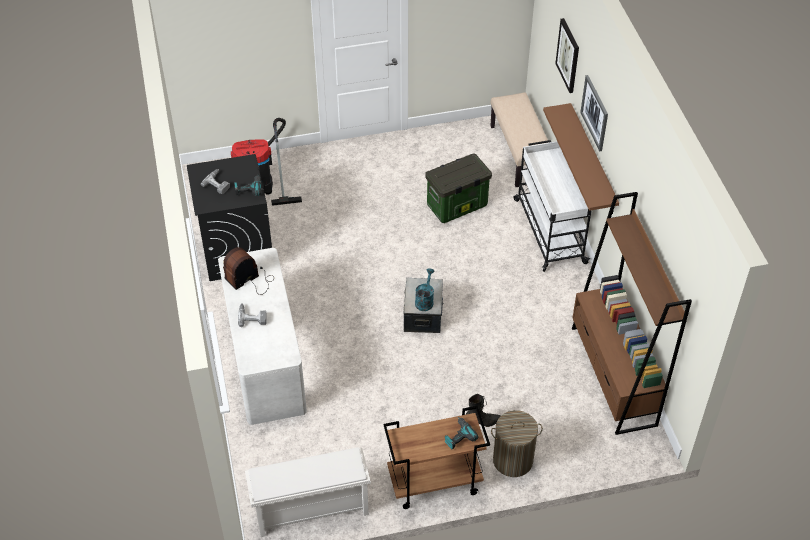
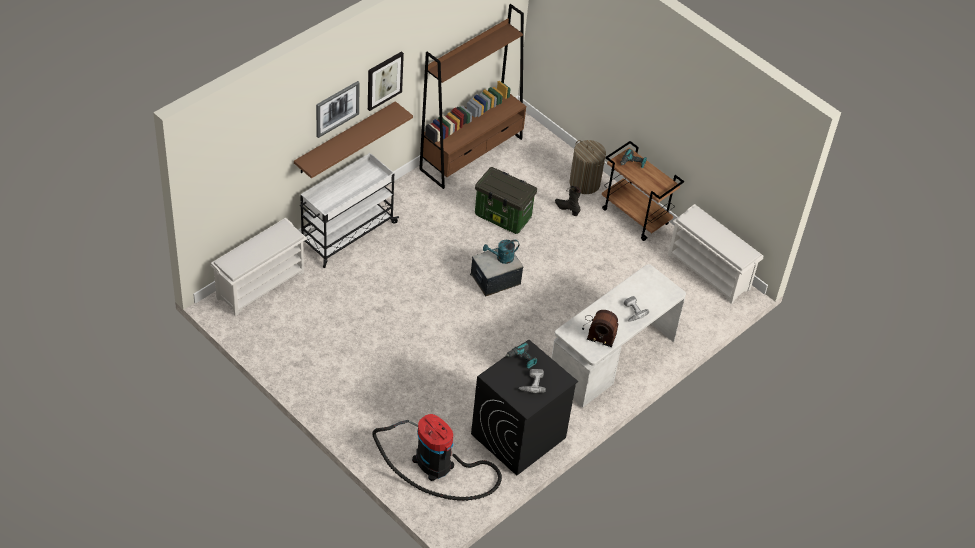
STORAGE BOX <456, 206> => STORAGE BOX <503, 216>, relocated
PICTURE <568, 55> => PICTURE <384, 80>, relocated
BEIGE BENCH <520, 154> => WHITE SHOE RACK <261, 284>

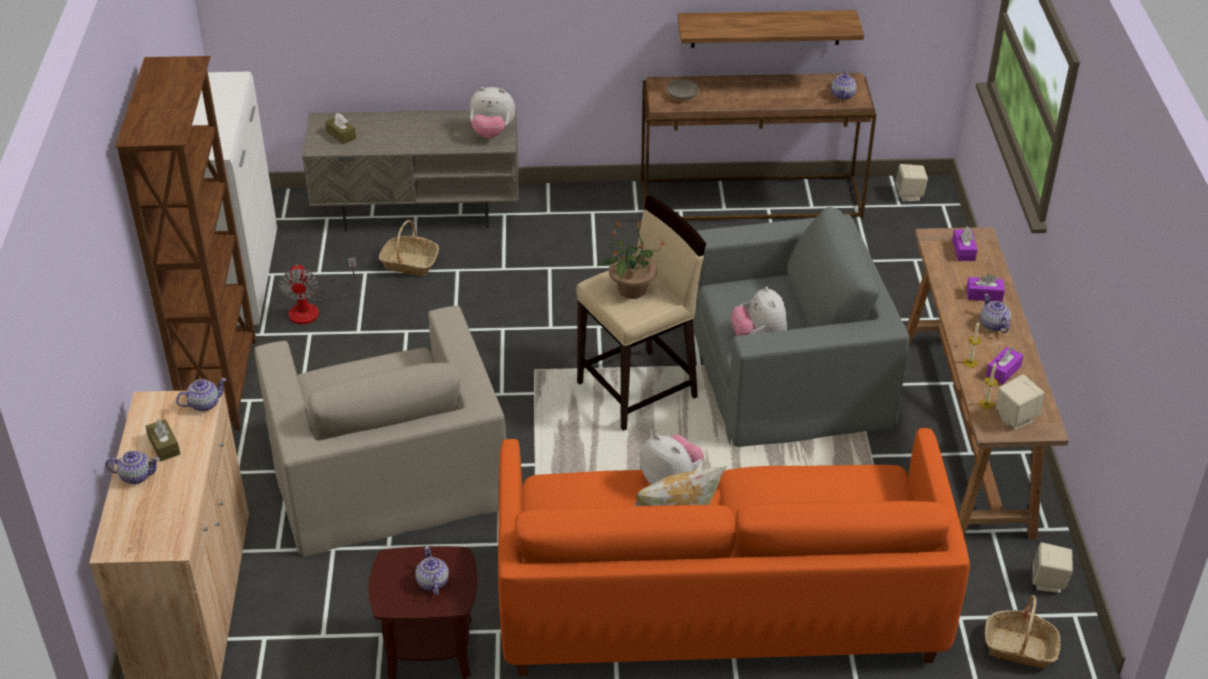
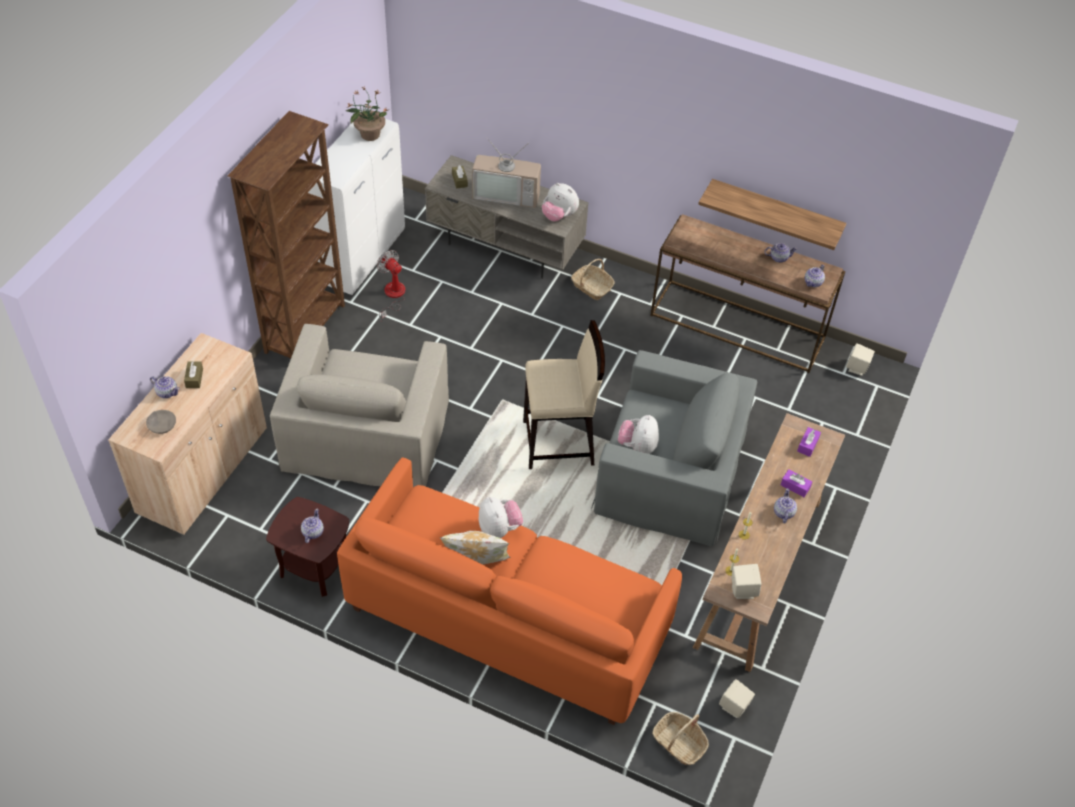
PURPLE TISSUE BOX <1003, 371> => nothing
nothing => TELEVISION <507, 193>
TEAPOT <204, 404> => TEAPOT <778, 257>, relocated
BASKET <409, 263> => BASKET <591, 287>, relocated
POTTED PLANT <631, 290> => POTTED PLANT <369, 134>, relocated
GREY BOWL <682, 94> => GREY BOWL <162, 425>, relocated
FAN <313, 309> => FAN <392, 296>, 120 degrees clockwise

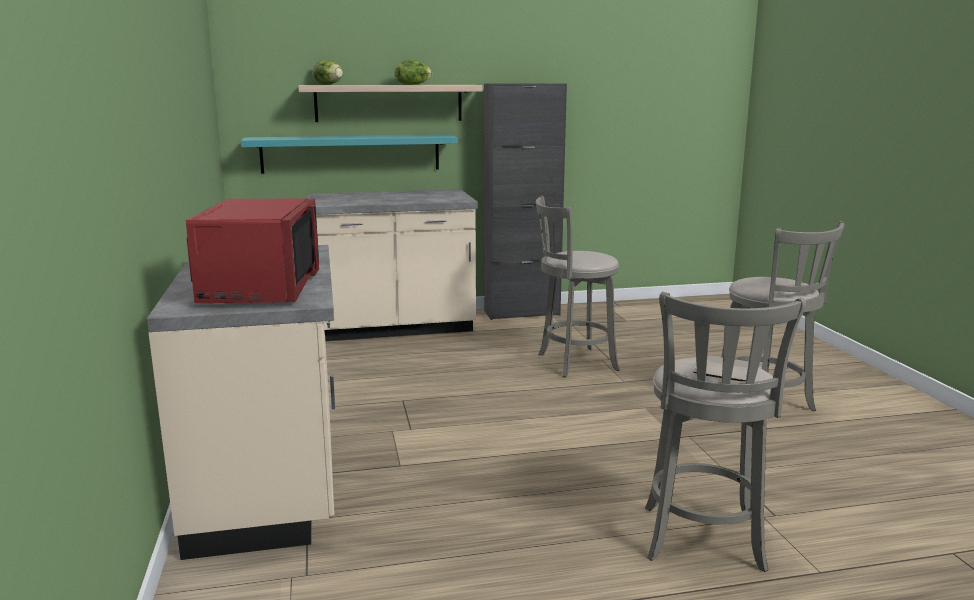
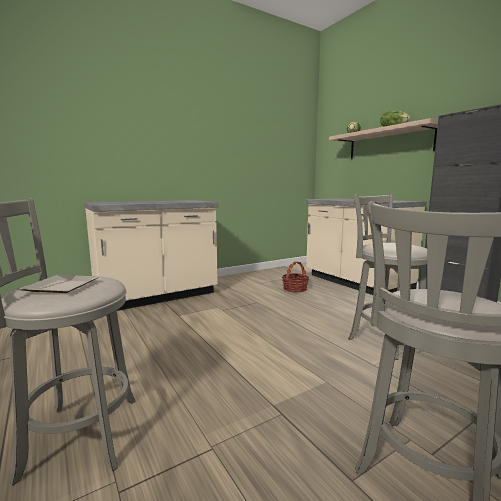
RED MICROWAVE <259, 289> => nothing
TURQUOISE SHELF <351, 153> => nothing
nothing => BASKET <295, 289>

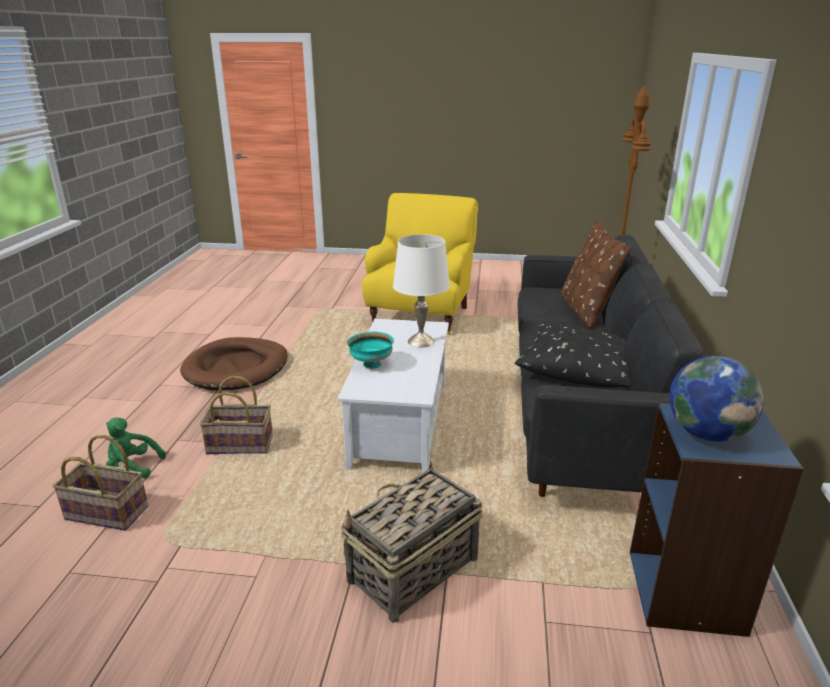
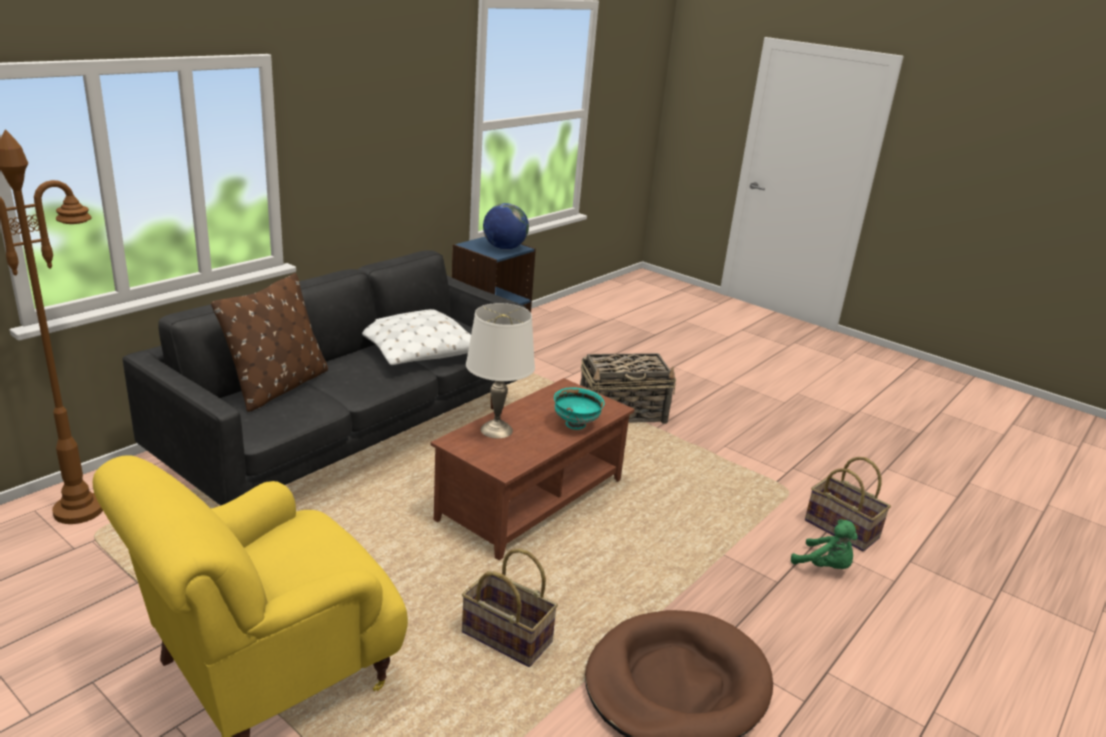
BASKET <240, 444> => BASKET <505, 638>, relocated
WHITE COFFEE TABLE <401, 423> => BROWN COFFEE TABLE <530, 499>
BLACK PILLOW <578, 367> => WHITE PILLOW <414, 351>

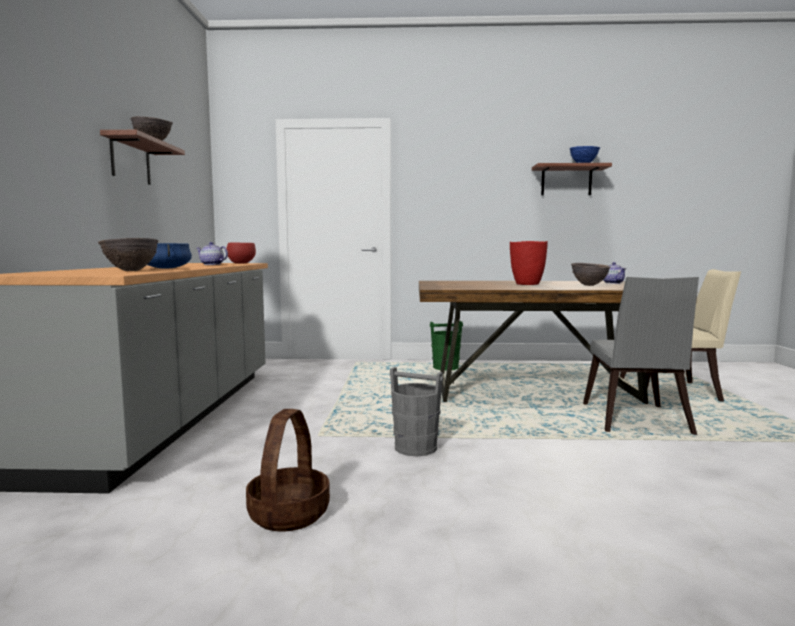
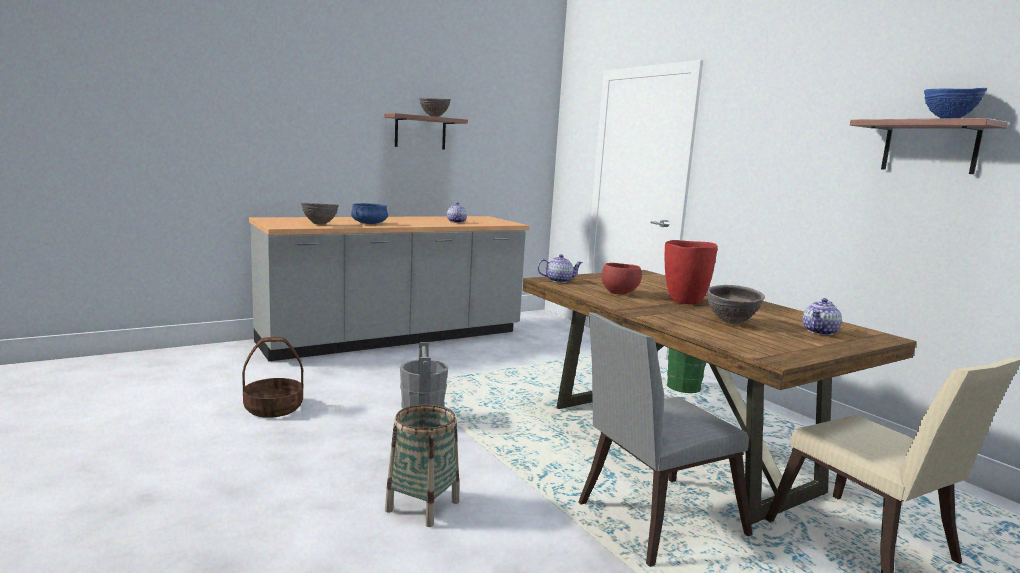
nothing => BASKET <422, 506>
nothing => TEAPOT <559, 280>
RED BOWL <241, 263> => RED BOWL <619, 293>, relocated

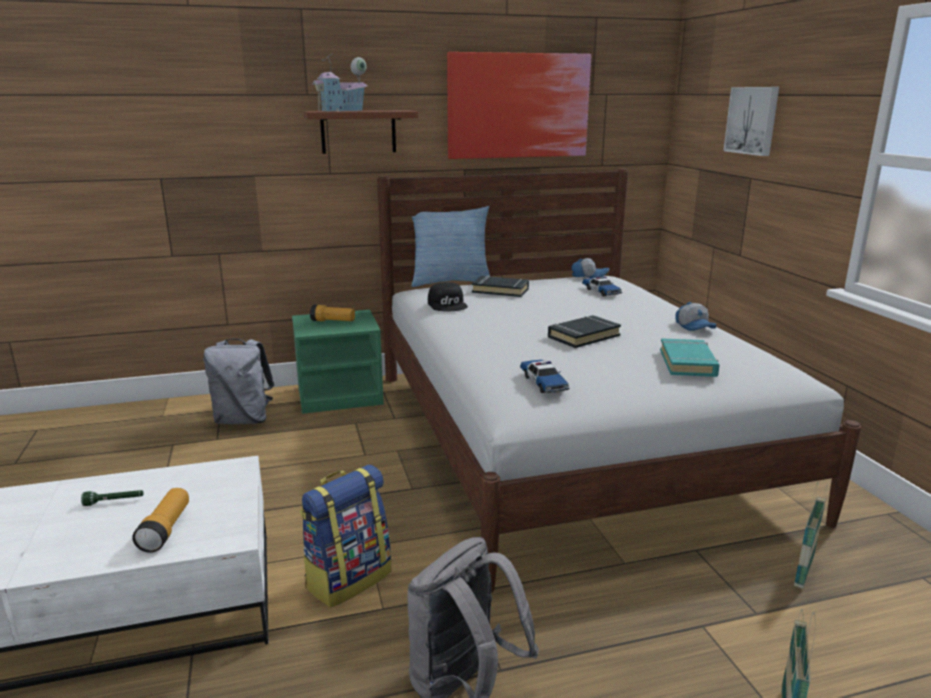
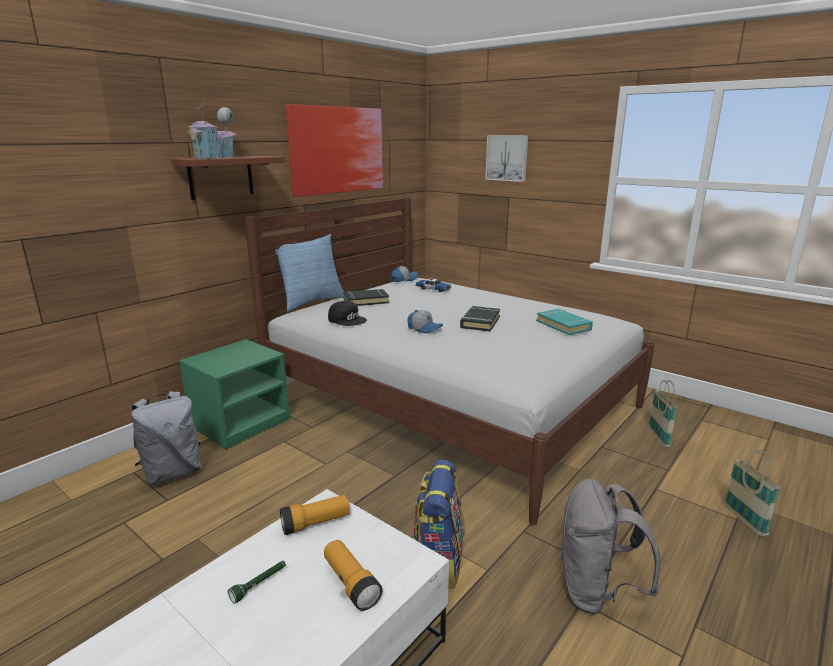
TOY CAR <543, 383> => nothing
FLASHLIGHT <333, 321> => FLASHLIGHT <315, 523>, relocated
CAP <695, 326> => CAP <425, 329>, relocated

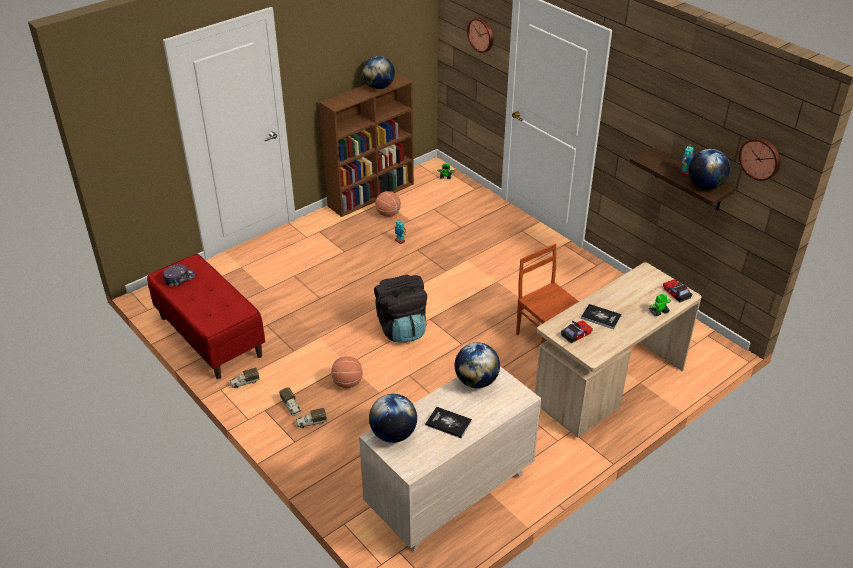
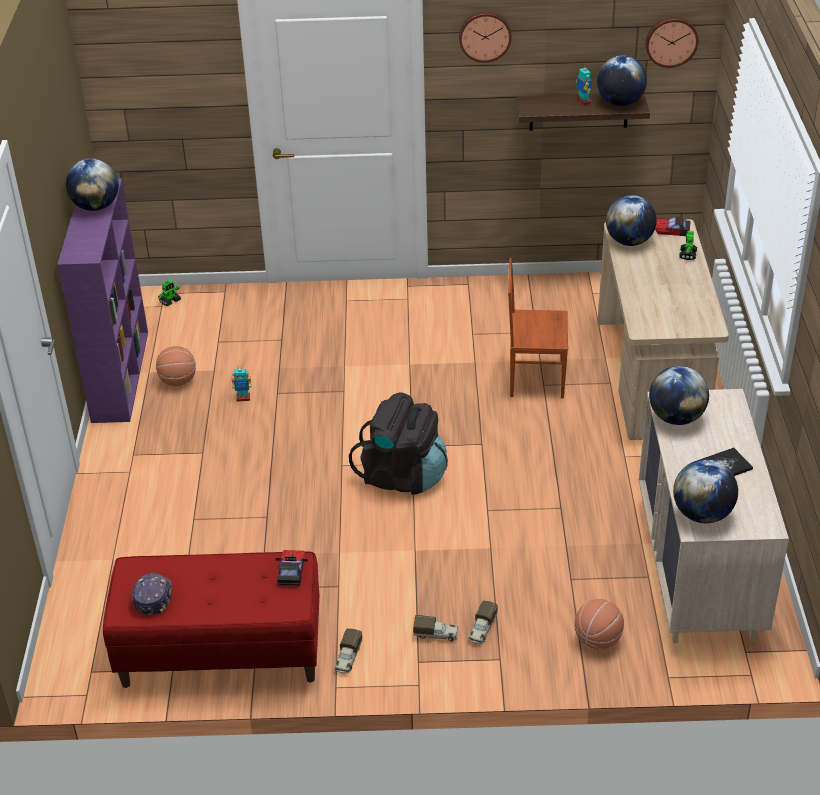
BOOK <601, 317> => nothing
nothing => GLOBE <629, 241>
BASKETBALL <347, 383> => BASKETBALL <597, 640>, relocated
WALL CLOCK <481, 34> => WALL CLOCK <485, 35>, relocated
TOY CAR <576, 334> => TOY CAR <291, 571>, relocated
BROWN BOOKCASE <372, 194> => PURPLE BOOKCASE <120, 374>

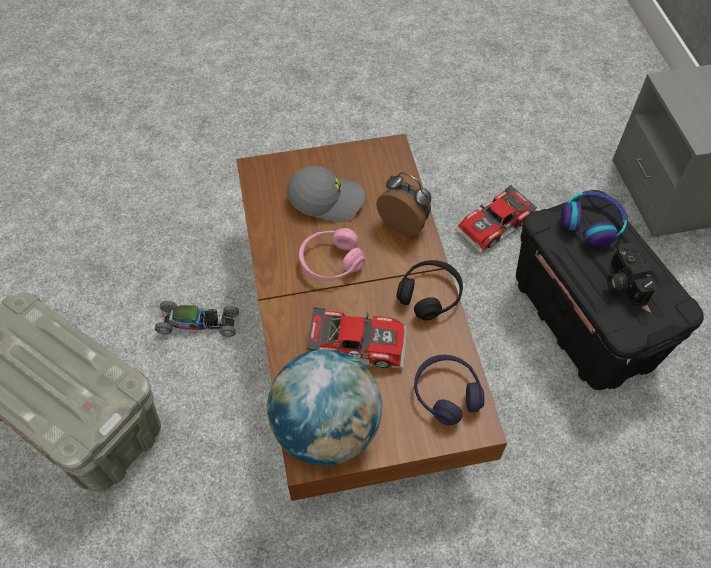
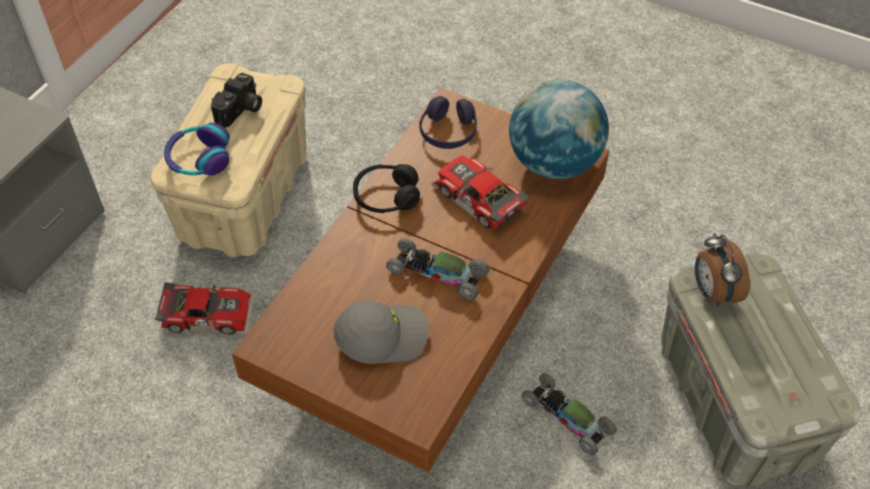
ALARM CLOCK <404, 223> => ALARM CLOCK <712, 292>, relocated
PINK HEADPHONES <331, 262> => TOY CAR <437, 273>
BLACK STORAGE BOX <585, 320> => BEIGE STORAGE BOX <244, 196>
GREY CAP <326, 198> => GREY CAP <382, 335>, 120 degrees clockwise

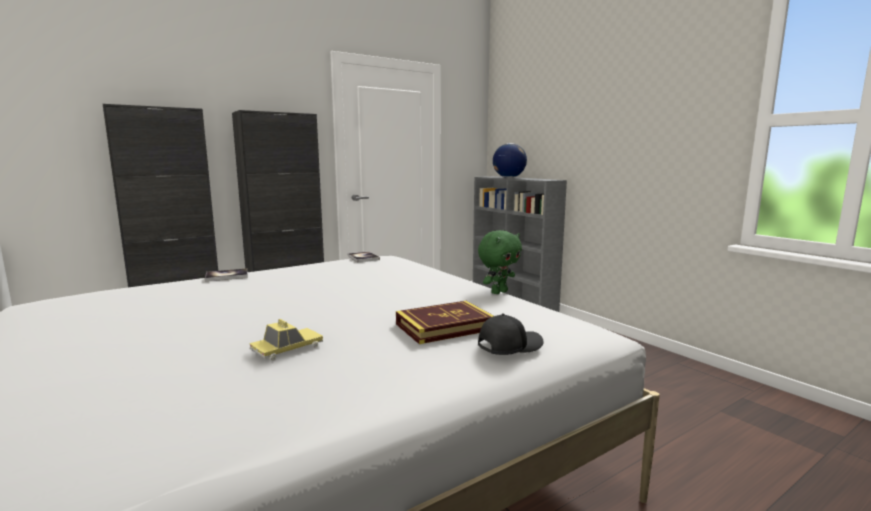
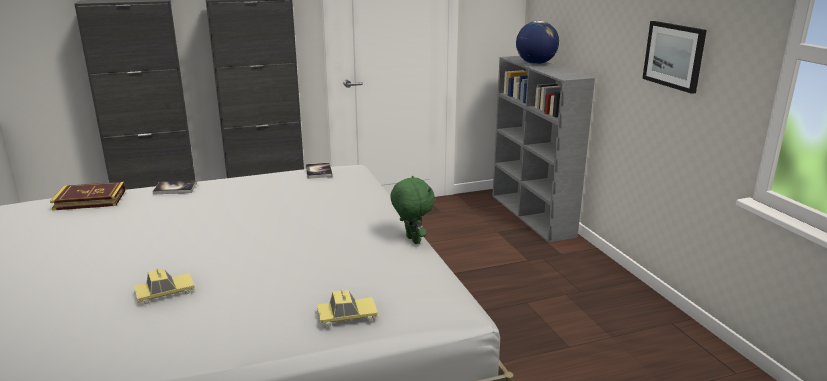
nothing => PICTURE <674, 55>
BOOK <444, 327> => BOOK <90, 200>, relocated
BLACK CAP <509, 345> => TOY CAR <347, 316>
GREEN PLUSH TOY <498, 292> => GREEN PLUSH TOY <412, 240>, 90 degrees counterclockwise

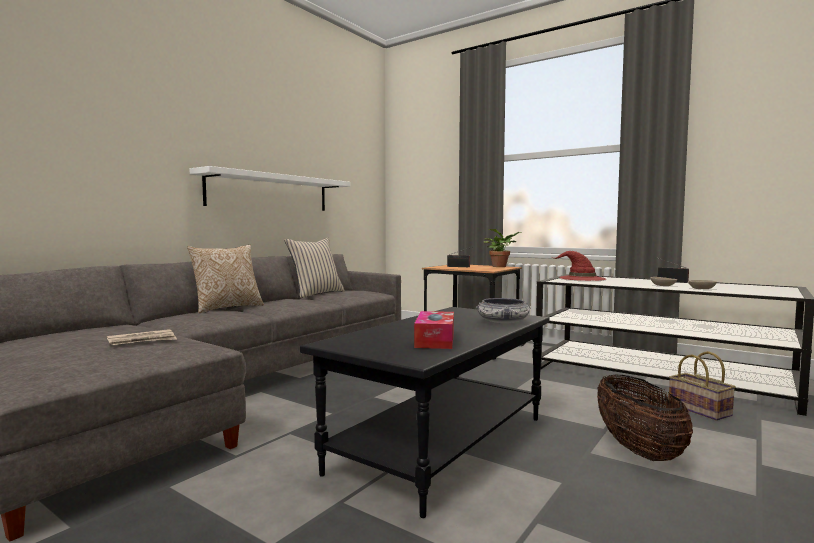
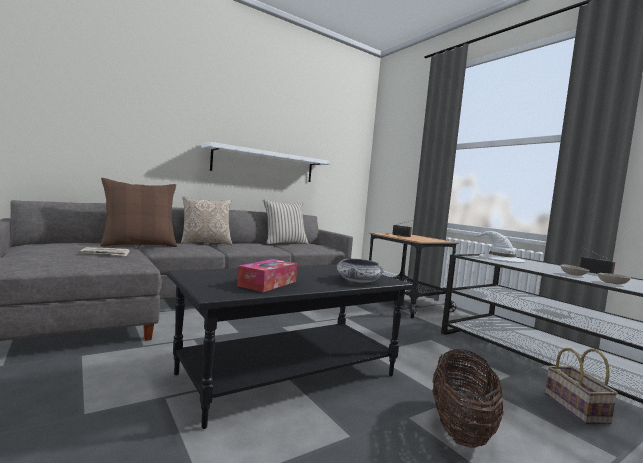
POTTED PLANT <501, 266> => nothing
nothing => BROWN PILLOW <139, 245>
RED HAT <581, 278> => WHITE HAT <500, 258>

